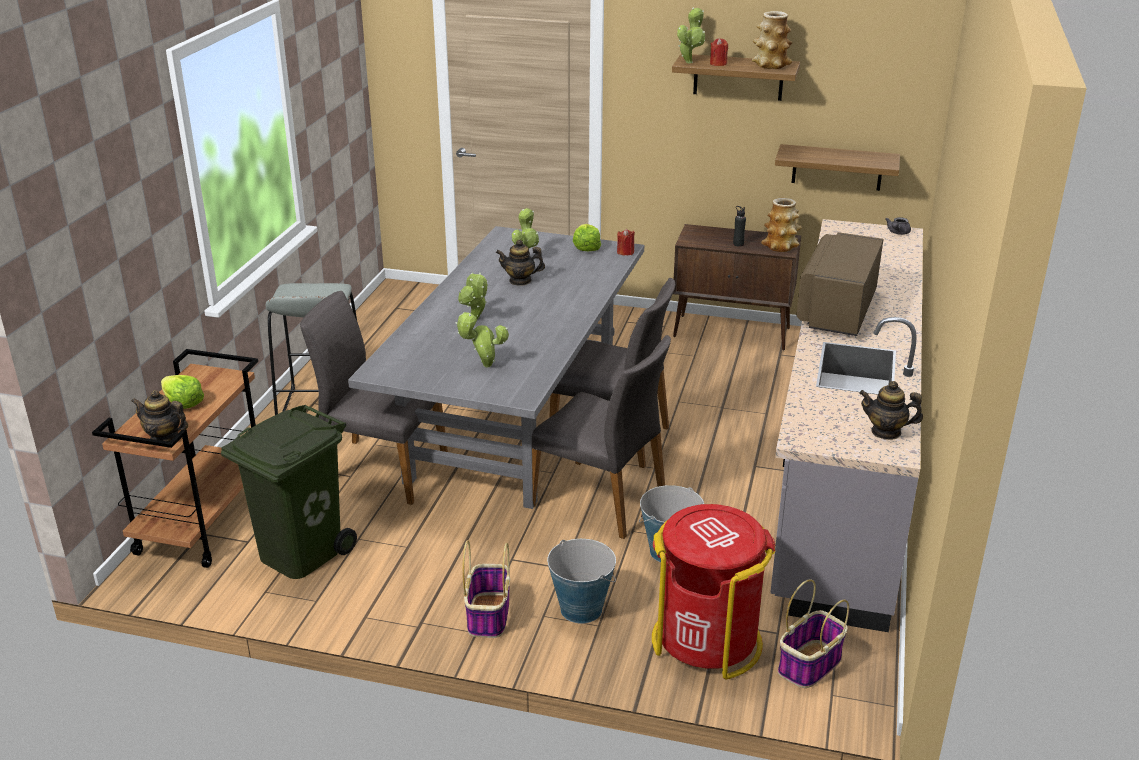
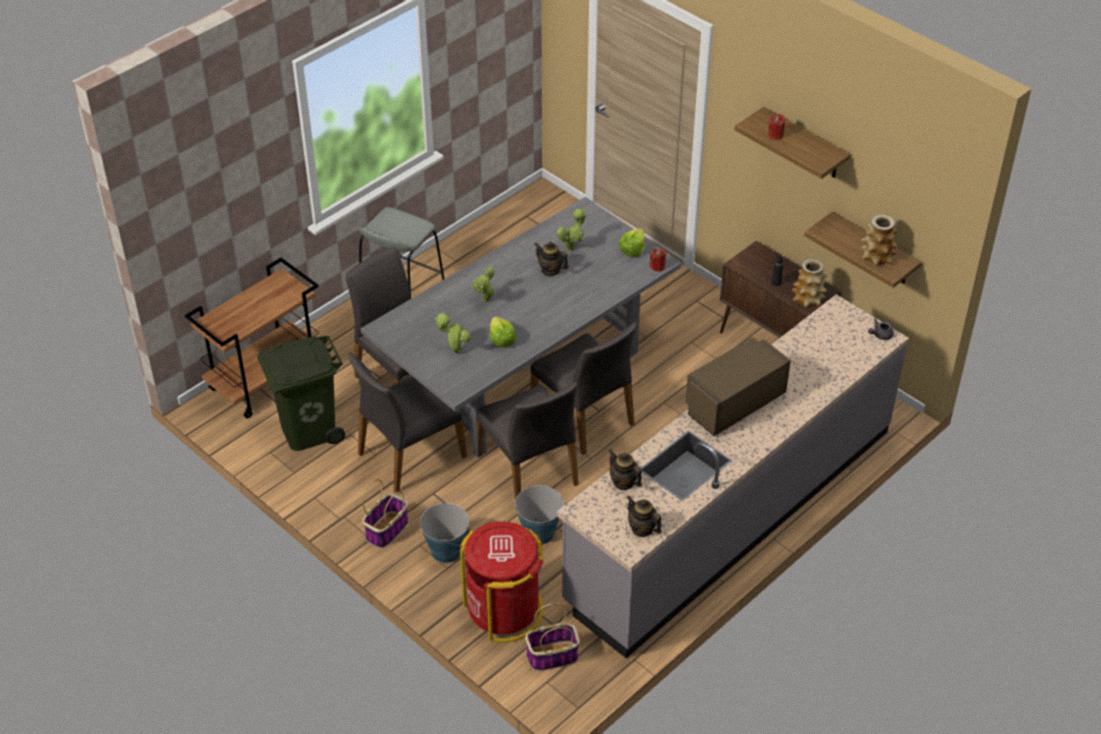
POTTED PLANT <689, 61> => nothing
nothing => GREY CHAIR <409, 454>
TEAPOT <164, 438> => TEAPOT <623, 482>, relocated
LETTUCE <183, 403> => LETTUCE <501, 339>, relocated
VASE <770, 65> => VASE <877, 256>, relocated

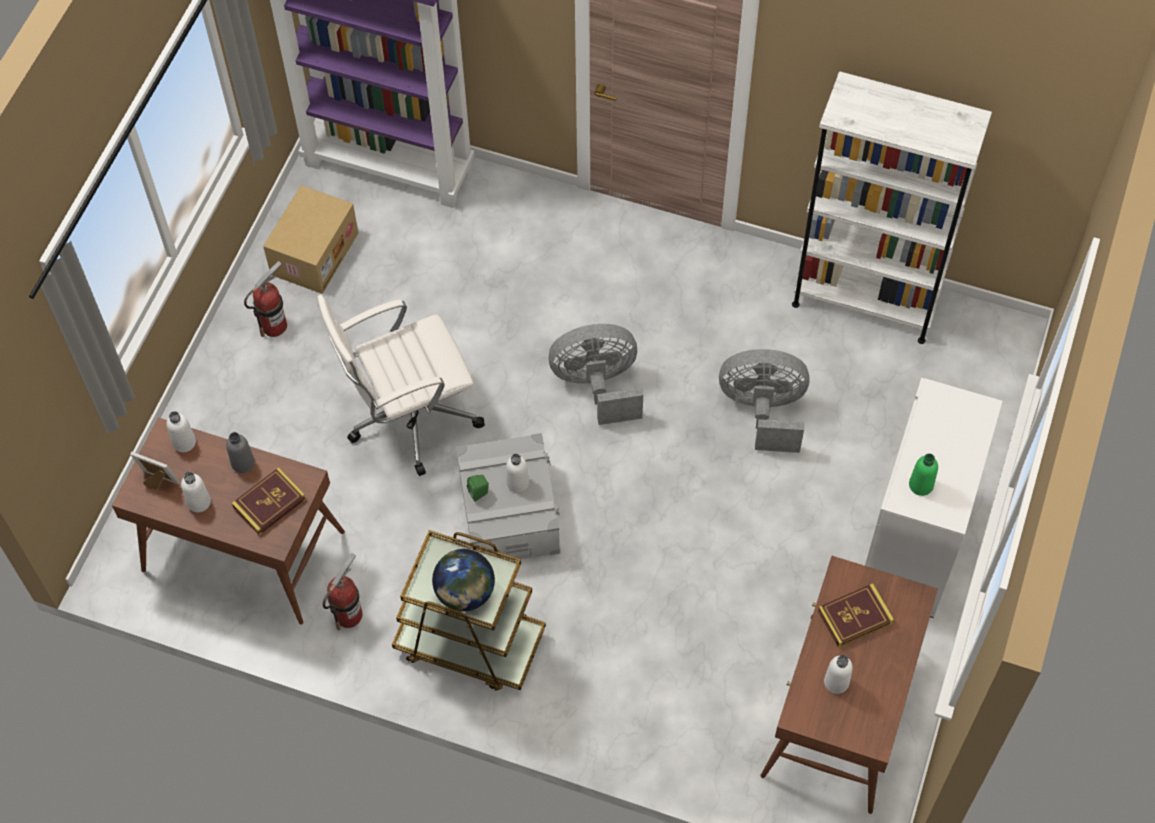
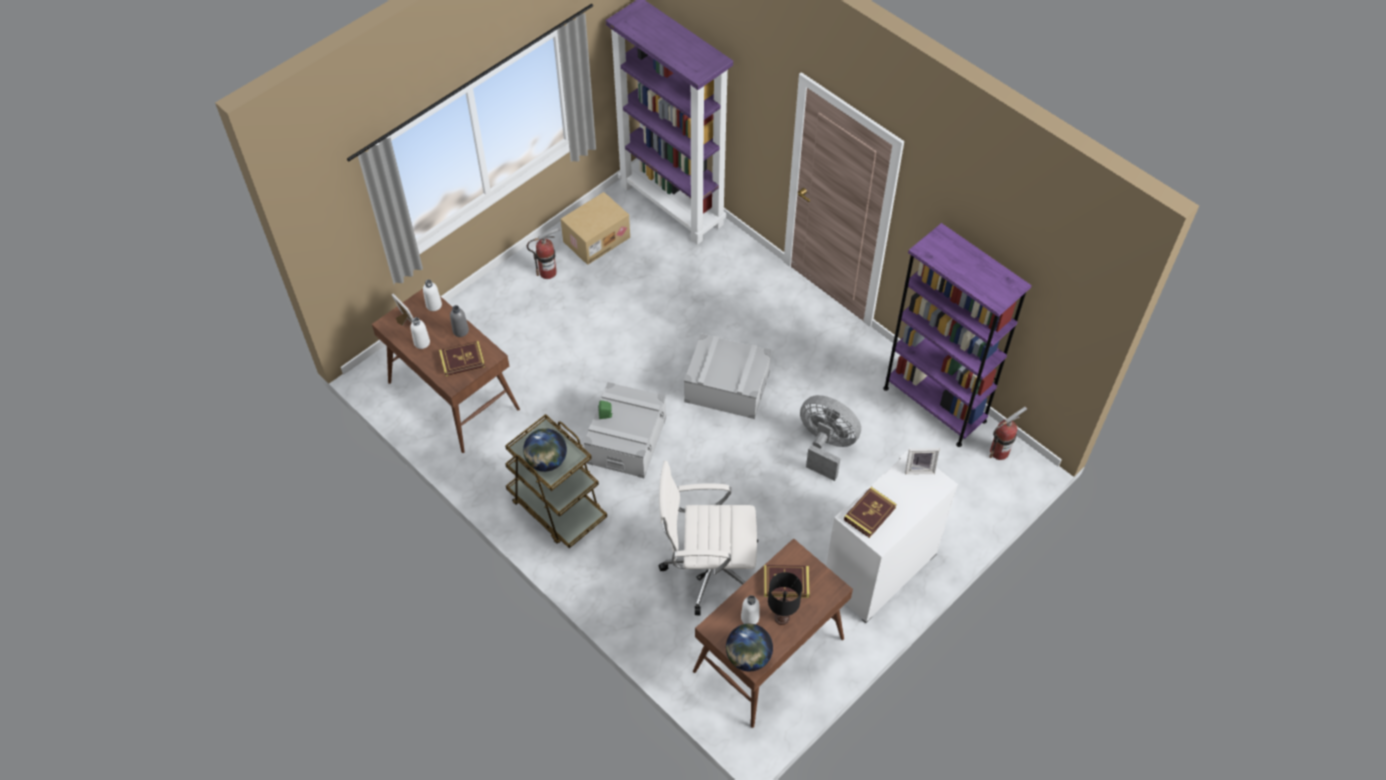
WHITE BOTTLE <517, 482> => nothing
nothing => GLOBE <748, 657>
nothing => BLACK TABLE LAMP <782, 618>
nothing => PICTURE FRAME <919, 468>
WHITE OFFICE CHAIR <409, 416> => WHITE OFFICE CHAIR <708, 568>, relocated
FIRE EXTINGUISHER <348, 615> => FIRE EXTINGUISHER <999, 451>, relocated
GREY FAN <598, 386> => GREY STORAGE BOX <727, 387>
GREEN BOTTLE <921, 485> => BOOK <869, 514>
WHITE BOOKCASE <865, 301> => PURPLE BOOKCASE <934, 404>

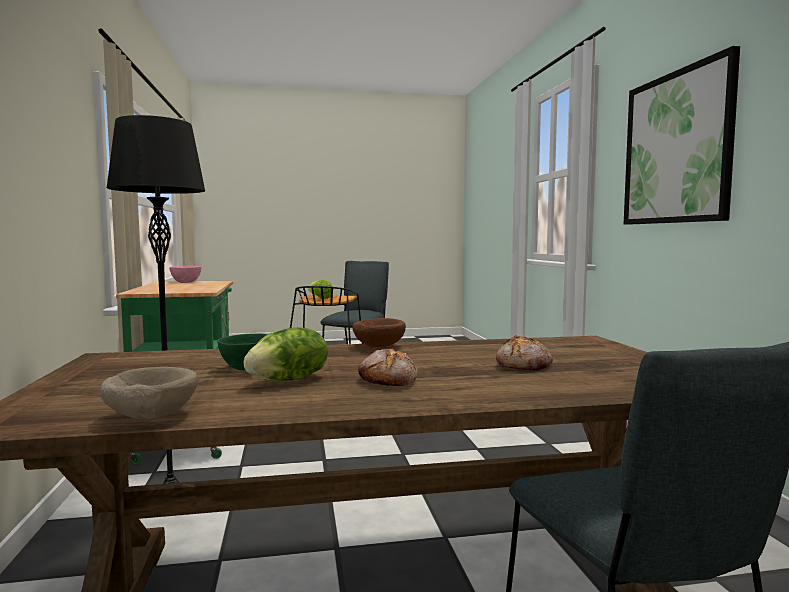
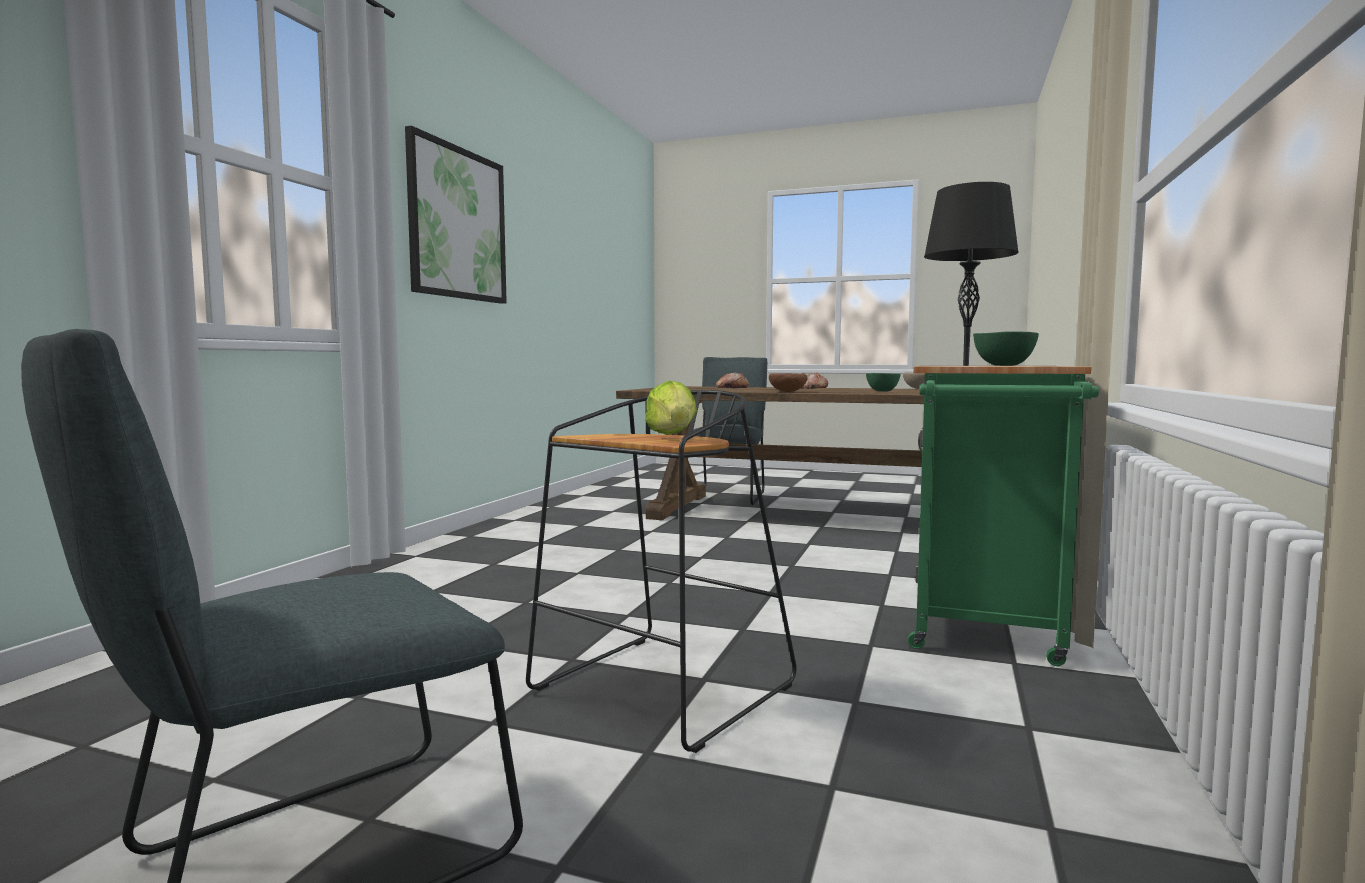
LETTUCE <289, 380> => nothing
PINK BOWL <186, 282> => GREEN BOWL <1002, 365>

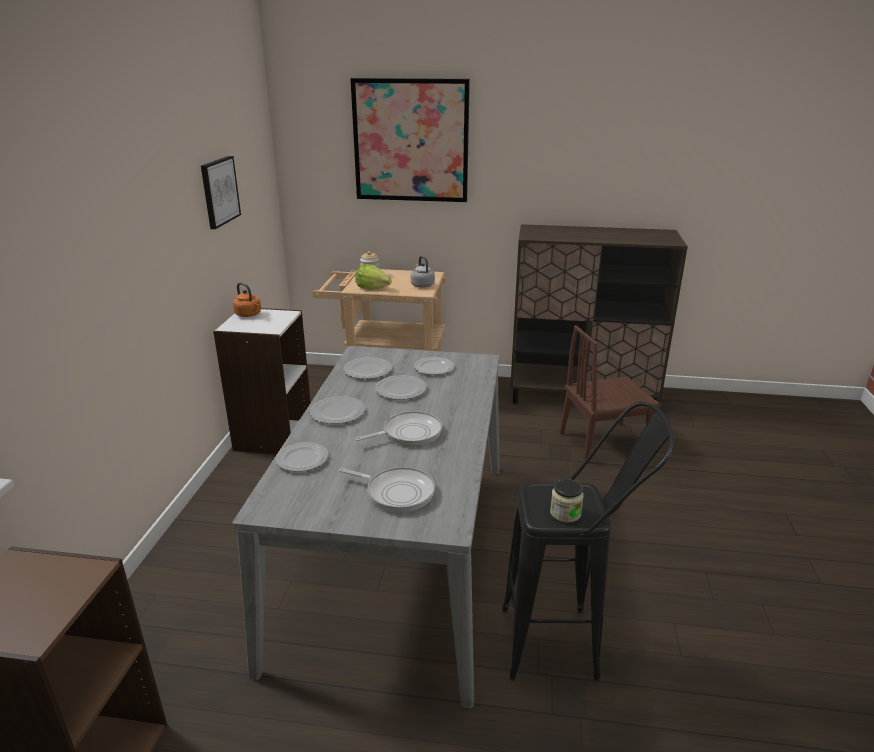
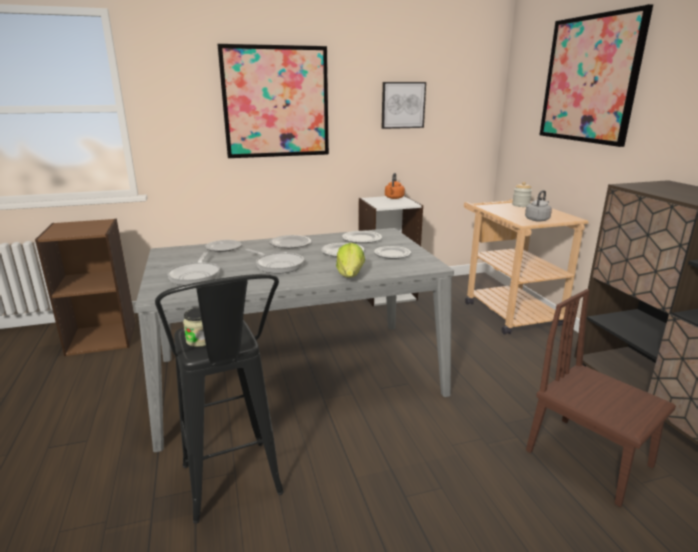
nothing => PICTURE <276, 102>
LETTUCE <372, 288> => LETTUCE <350, 275>, relocated

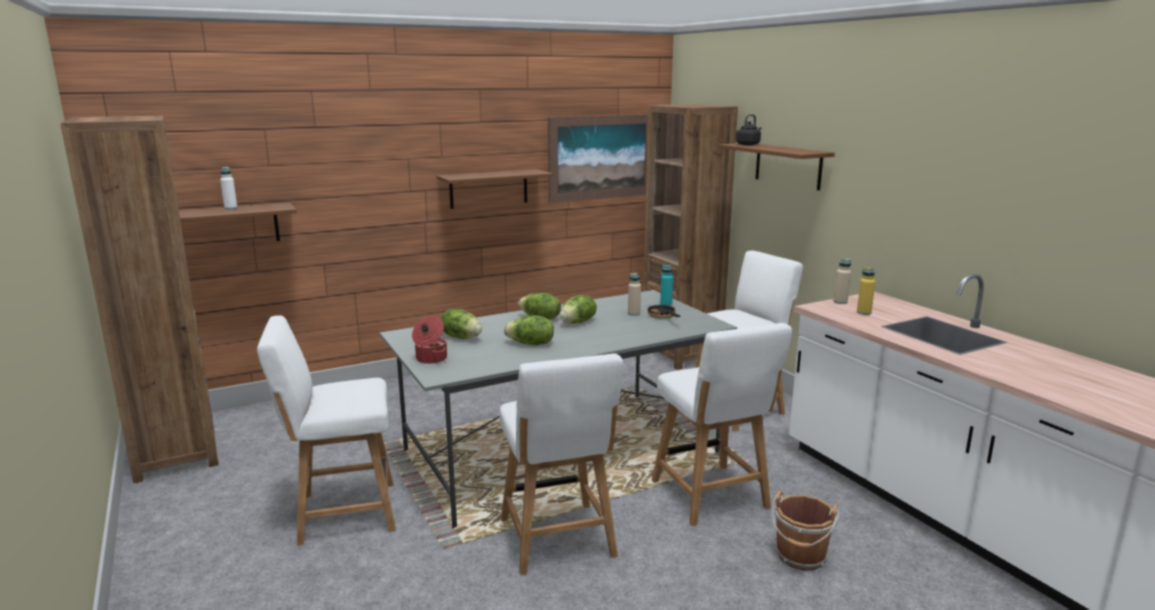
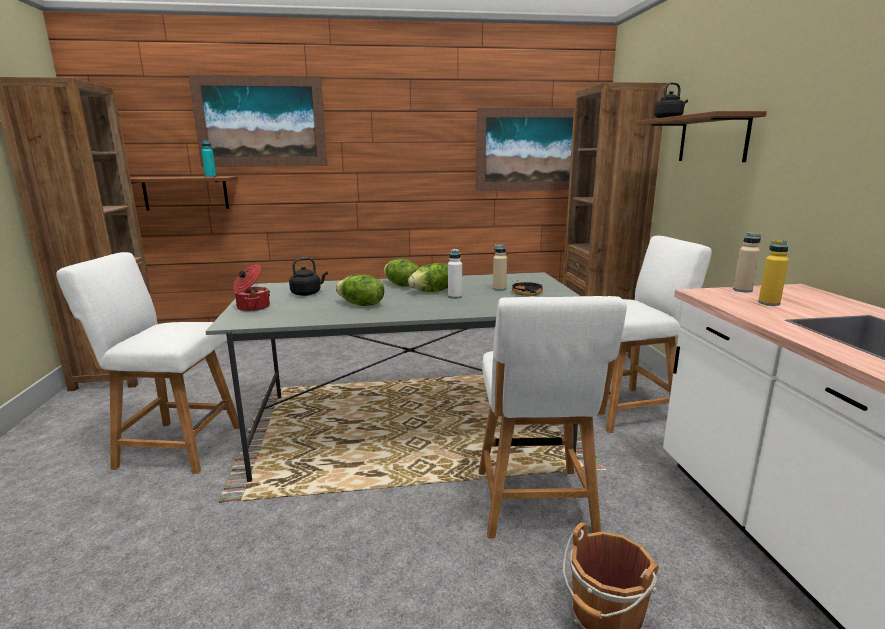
BROWN SHELF <489, 188> => nothing
WHITE CHAIR <558, 541> => nothing
nothing => PICTURE <261, 122>
WHITE BOTTLE <230, 208> => WHITE BOTTLE <455, 296>, relocated
TURQUOISE BOTTLE <666, 304> => TURQUOISE BOTTLE <210, 177>, relocated
LETTUCE <461, 337> => BLACK KETTLE <307, 293>

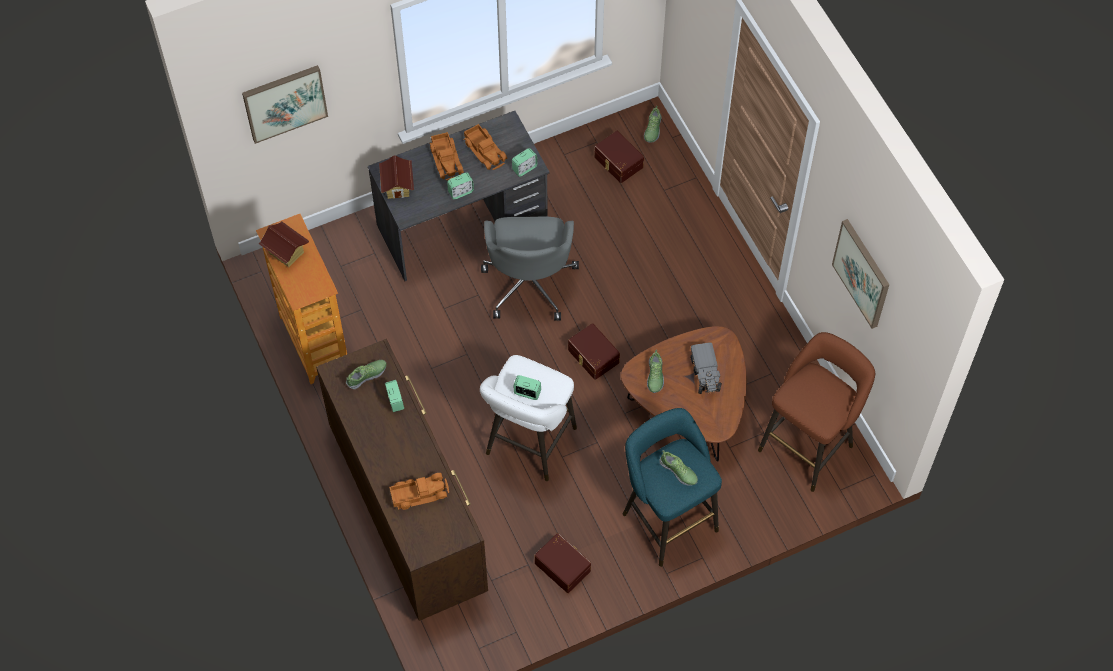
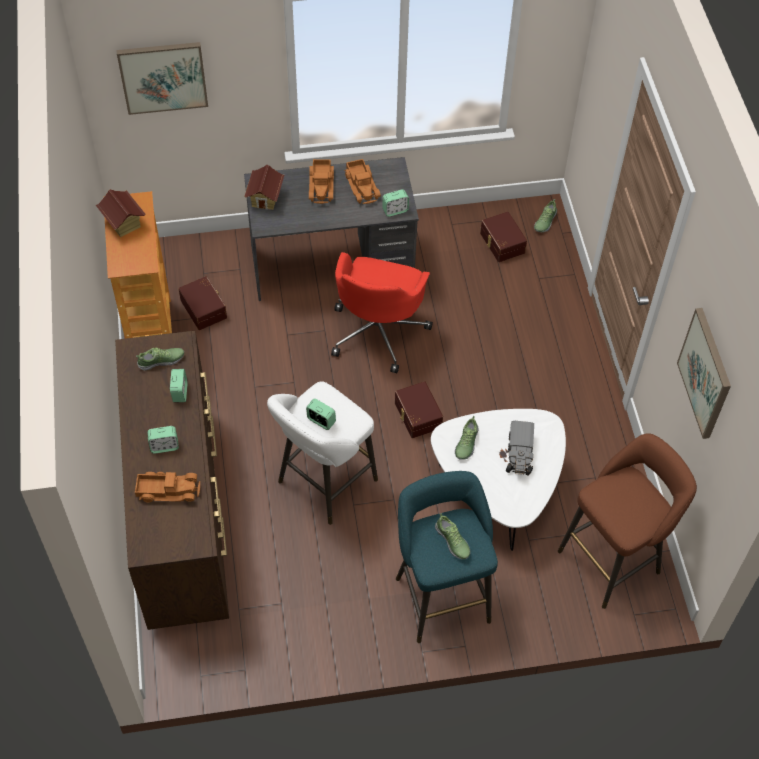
ALARM CLOCK <461, 192> => ALARM CLOCK <164, 446>, relocated
BROWN STORAGE BOX <563, 566> => BROWN STORAGE BOX <204, 308>, relocated
GREY OFFICE CHAIR <529, 282> => RED OFFICE CHAIR <378, 331>
BROWN COFFEE TABLE <688, 410> => WHITE COFFEE TABLE <498, 491>

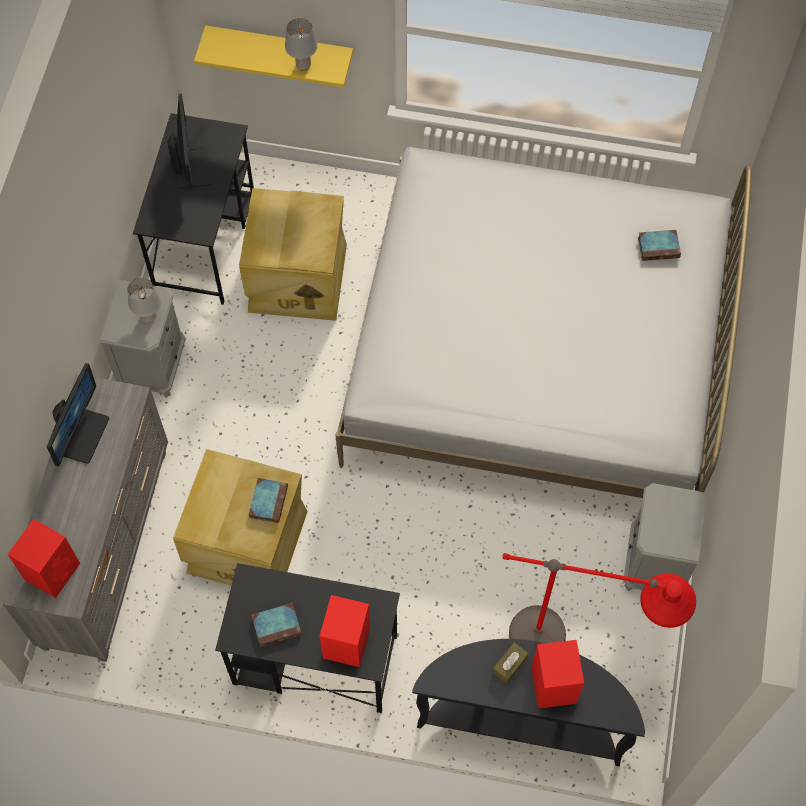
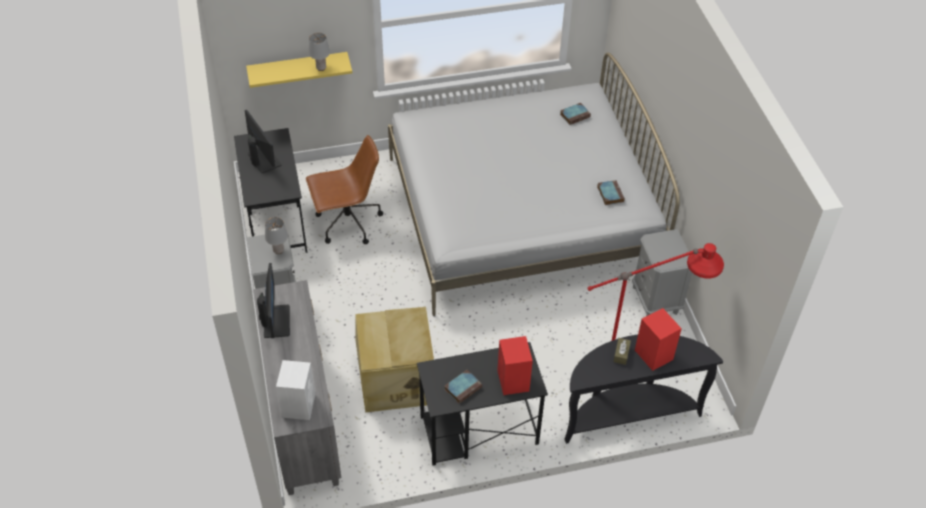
BOOK <268, 501> => BOOK <610, 194>, relocated
BEIGE STORAGE BOX <296, 279> => BROWN OFFICE CHAIR <347, 223>
RED SPEAKER <53, 570> => WHITE SPEAKER <299, 404>

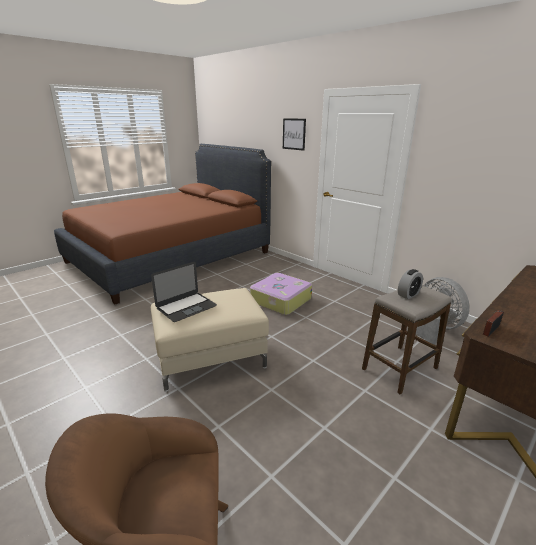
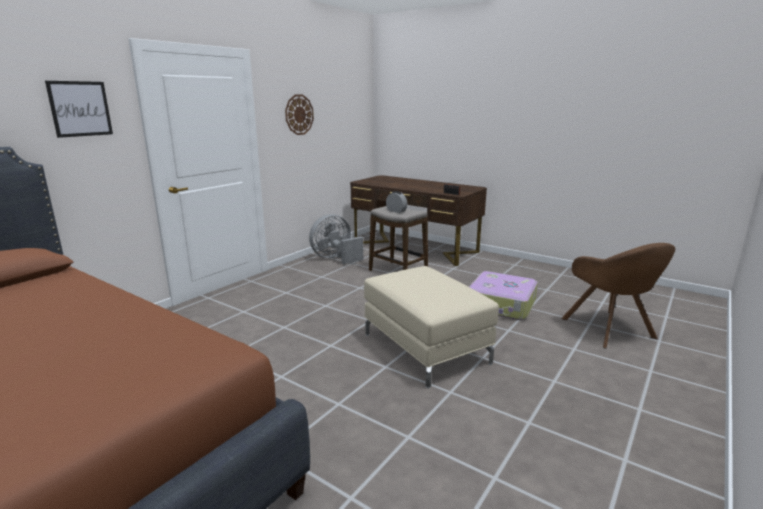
LAPTOP <186, 307> => nothing
nothing => WALL CLOCK <299, 114>
SUITCASE <280, 300> => SUITCASE <501, 305>, relocated

